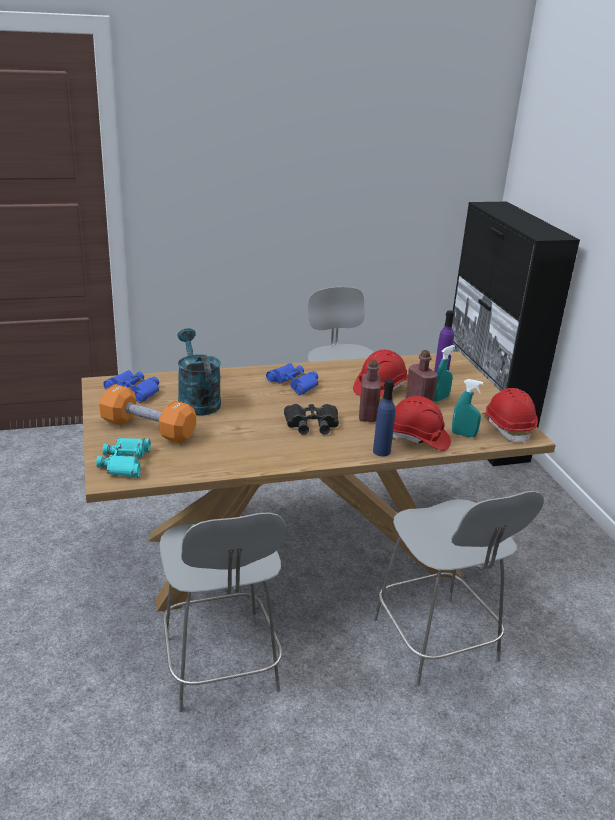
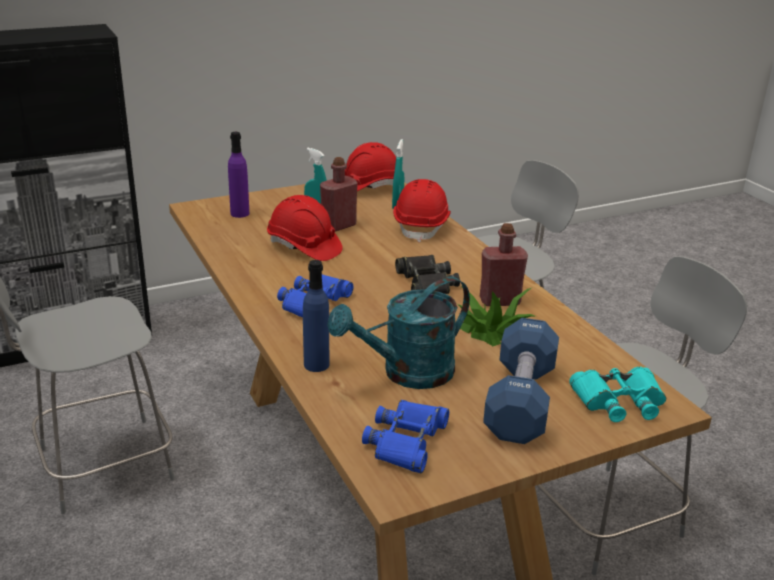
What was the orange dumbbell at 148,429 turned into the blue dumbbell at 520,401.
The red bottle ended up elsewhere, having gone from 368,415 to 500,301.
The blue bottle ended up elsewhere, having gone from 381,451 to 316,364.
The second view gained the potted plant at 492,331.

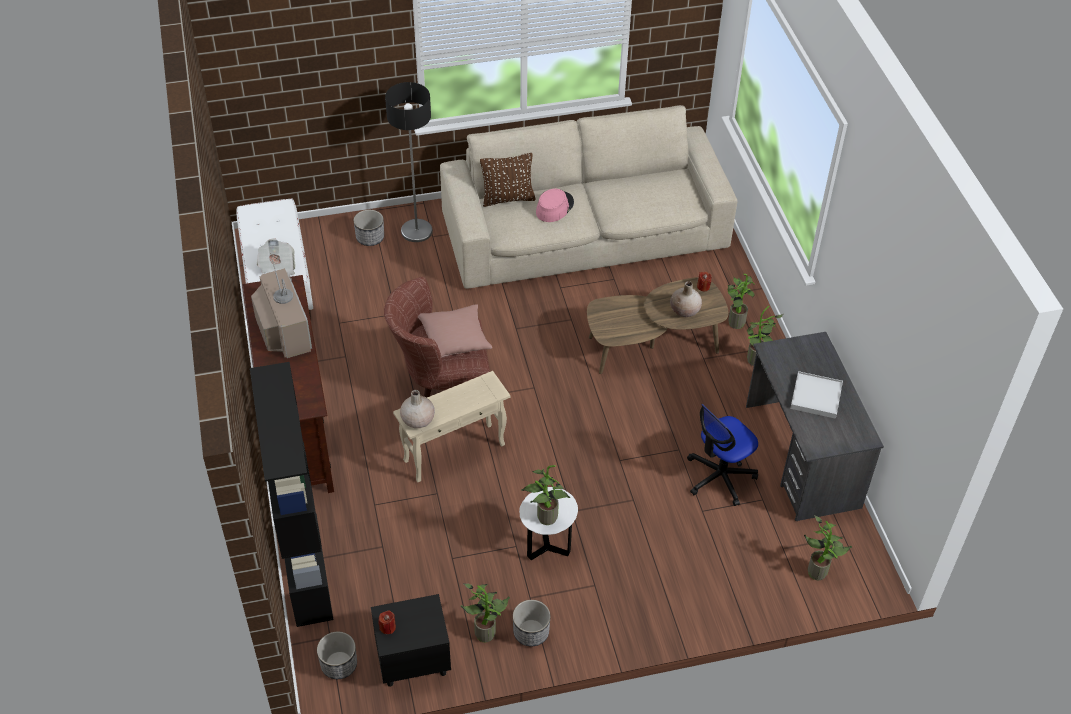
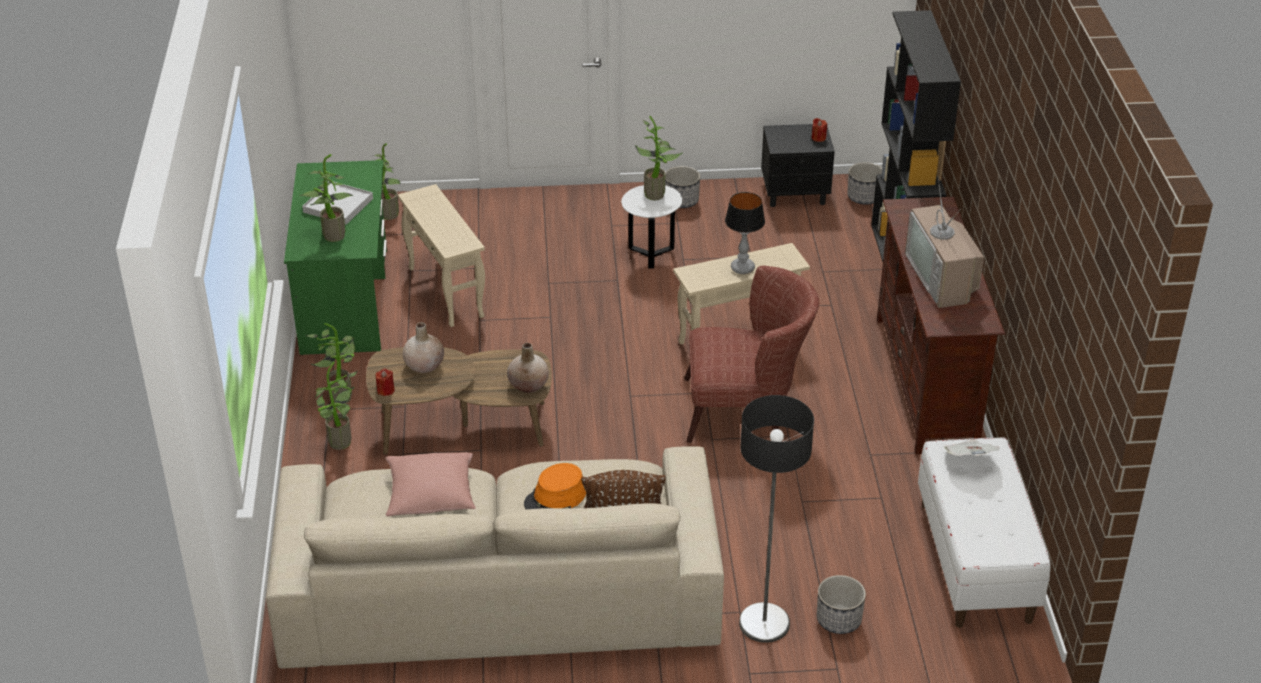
The beige vase ended up elsewhere, having gone from 417,420 to 528,385.
The pink pillow ended up elsewhere, having gone from 454,339 to 431,495.
The potted plant ended up elsewhere, having gone from 487,631 to 331,237.
What was the pink hat at 554,207 turned into the orange hat at 555,498.
Where the office chair stood at 719,477, the beige side table came to stand at 446,292.
What was the grey desk at 801,456 turned into the green desk at 345,301.
The second view gained the table lamp at 742,268.

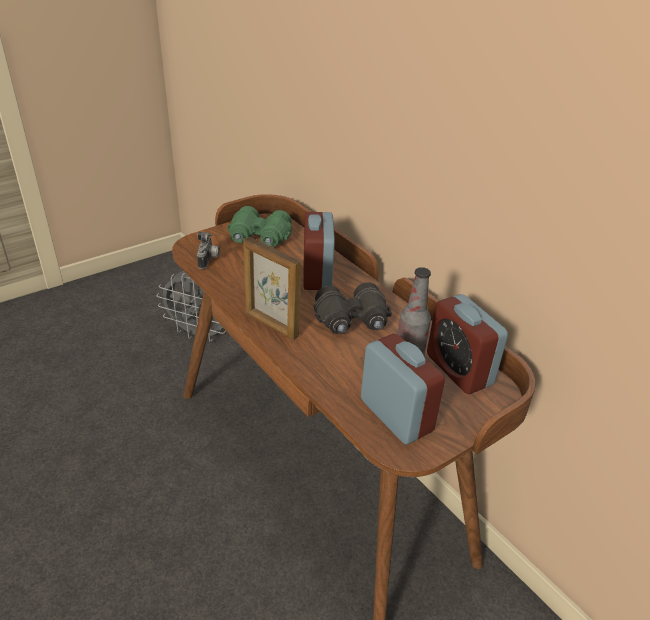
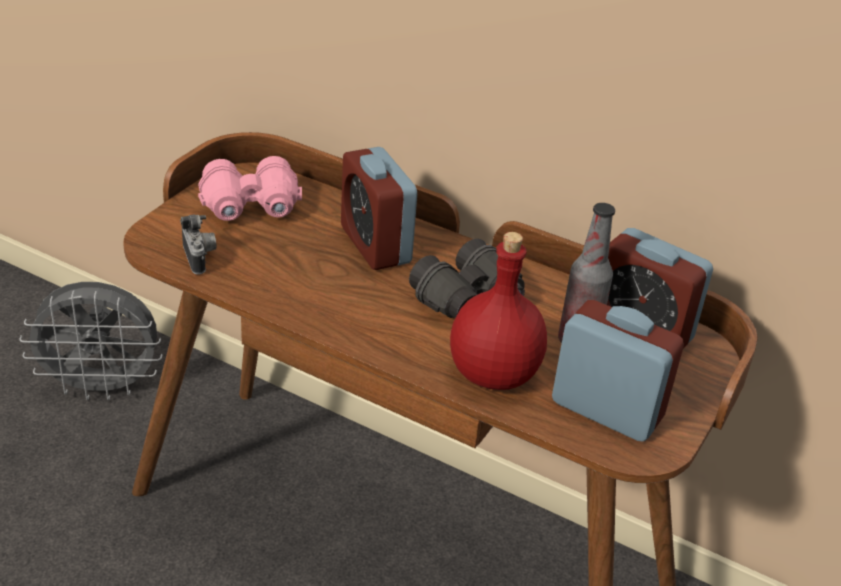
What was the green binoculars at 259,239 turned into the pink binoculars at 251,207.
The second view lost the picture frame at 271,325.
The second view gained the red bottle at 494,373.

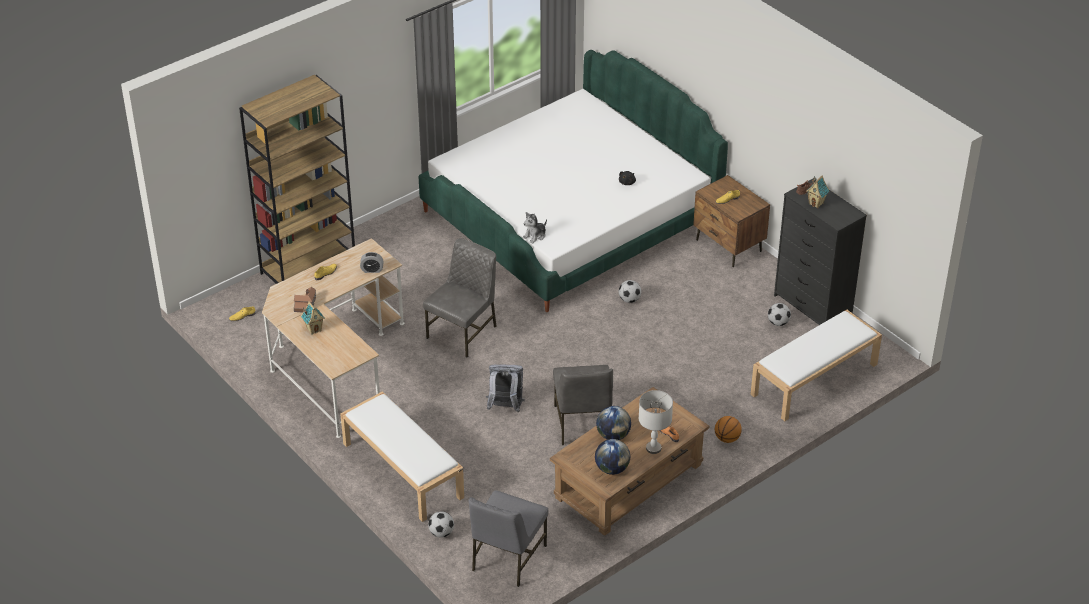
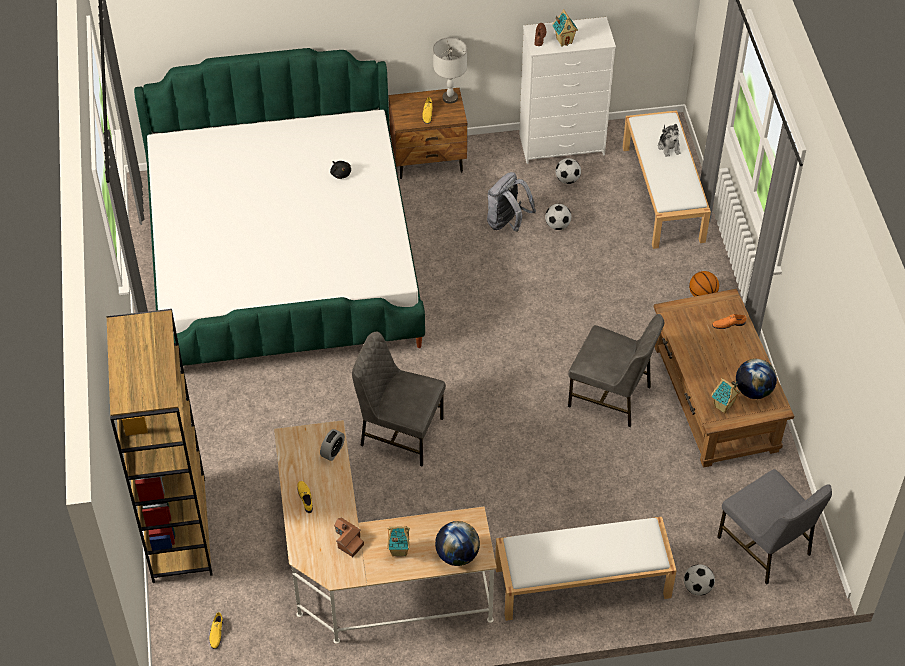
The grey chair at 463,332 ended up facing another way, 45 degrees counterclockwise from before.
The grey backpack ended up elsewhere, having gone from 505,407 to 507,223.
The plush toy ended up elsewhere, having gone from 535,236 to 669,147.
The globe ended up elsewhere, having gone from 613,435 to 457,555.
The football ended up elsewhere, having gone from 629,300 to 557,225.
The grey table lamp ended up elsewhere, having gone from 653,448 to 450,98.
What was the black dresser at 813,306 turned into the white dresser at 562,144.
The second view gained the toy house at 723,406.

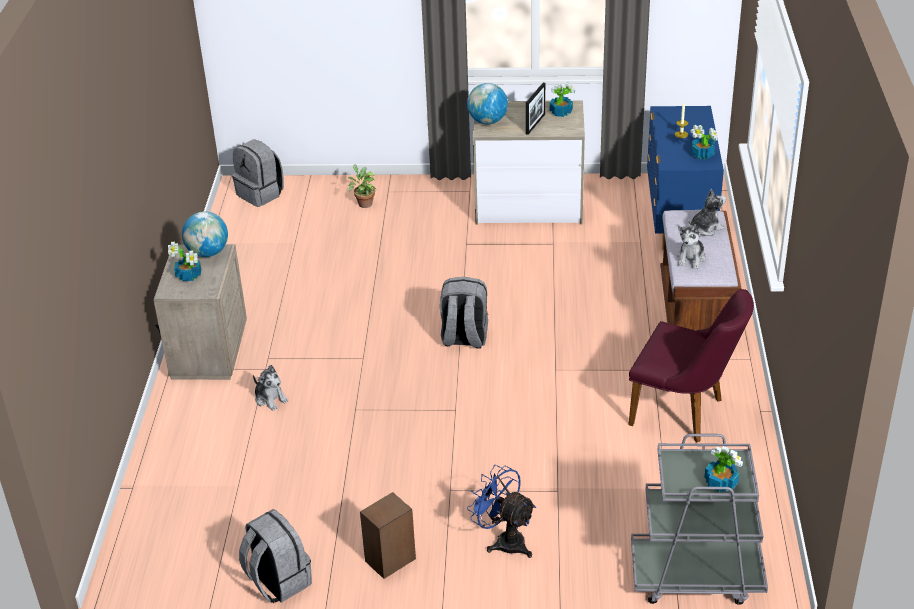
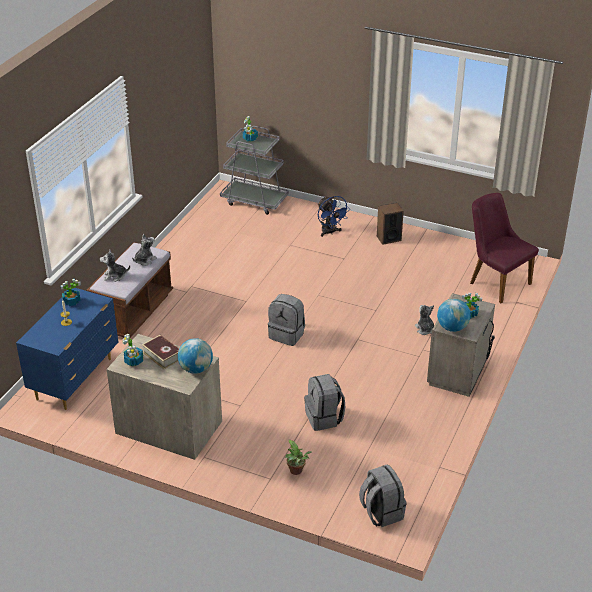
The grey backpack ended up elsewhere, having gone from 277,581 to 324,418.
Where the picture frame stood at 535,124, the book came to stand at 162,355.
The purple chair ended up elsewhere, having gone from 685,413 to 495,281.

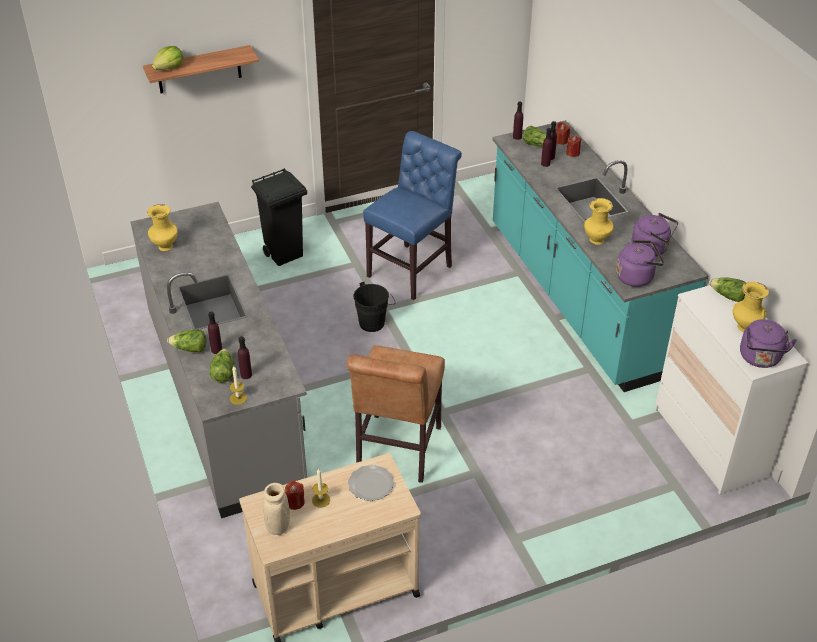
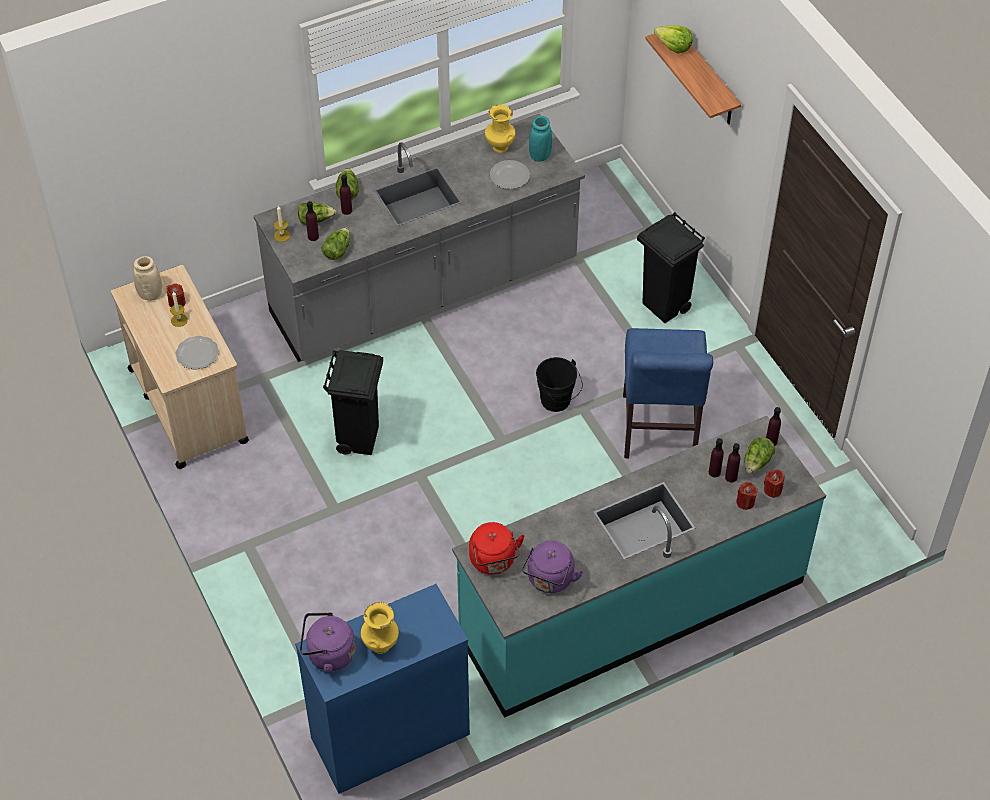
Where the brown chair stood at 397,452, the black trash can came to stand at 359,439.
The blue chair at 413,269 ended up facing another way, 60 degrees clockwise from before.
The second view lost the yellow vase at 597,241.
What was the purple kettle at 636,277 turned into the red kettle at 493,561.
What was the white dresser at 710,443 turned into the blue dresser at 390,736.
The lettuce ended up elsewhere, having gone from 727,296 to 337,250.
The second view gained the plate at 509,176.
The second view gained the turquoise vase at 540,156.

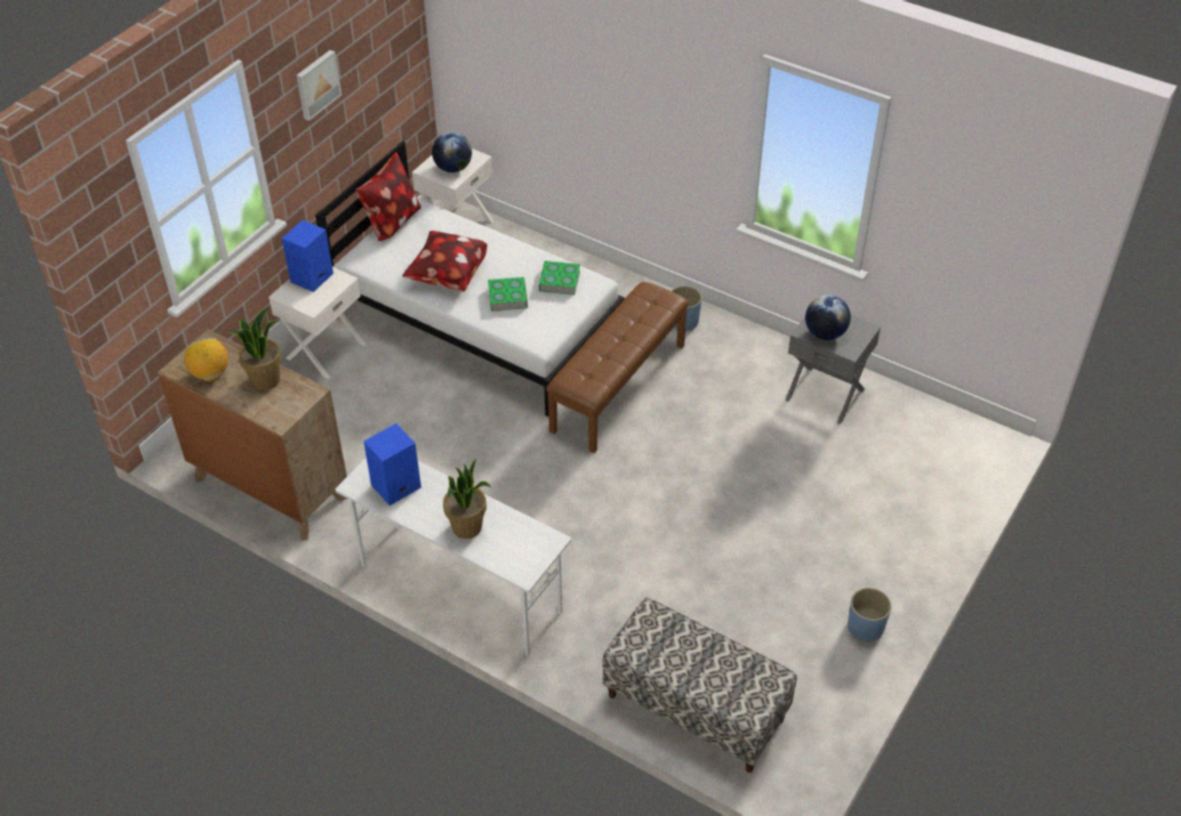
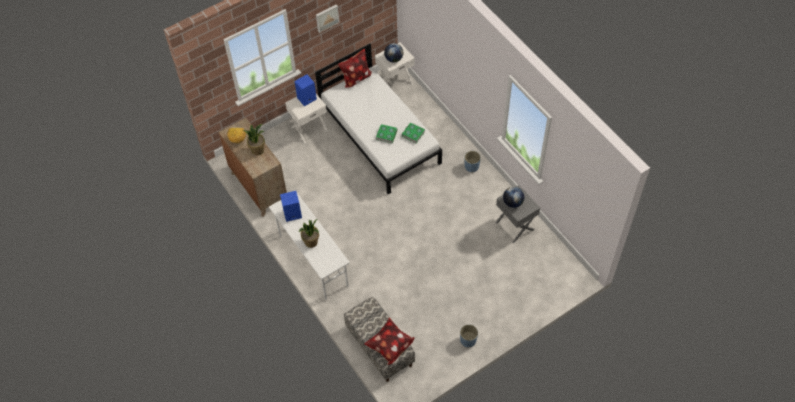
The pillow ended up elsewhere, having gone from 447,276 to 389,346.
The second view lost the brown bench at 618,387.

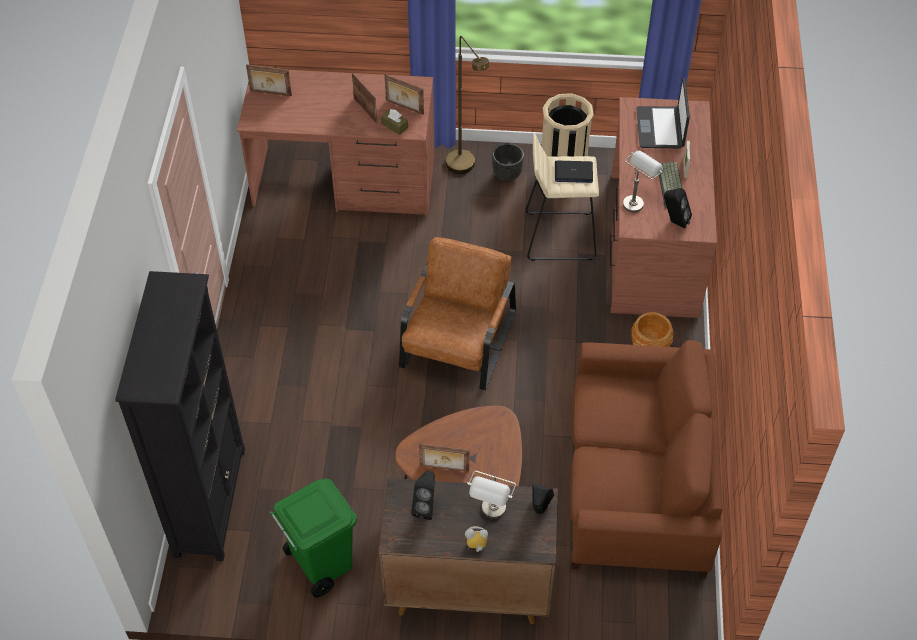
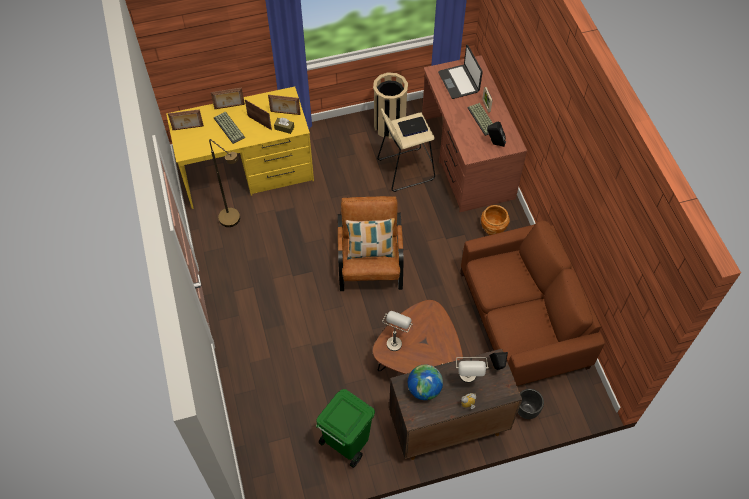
The second view lost the black bookcase at 210,501.
What was the brown desk at 345,181 turned into the yellow desk at 248,172.
Where the black speaker stood at 426,507, the globe came to stand at 424,389.
The picture frame ended up elsewhere, having gone from 444,468 to 229,107.
The brown floor lamp ended up elsewhere, having gone from 465,168 to 234,221.
The black planter ended up elsewhere, having gone from 507,175 to 527,410.
The grey table lamp ended up elsewhere, having gone from 637,200 to 395,339.
The second view gained the keyboard at 230,128.
The second view gained the pillow at 370,251.

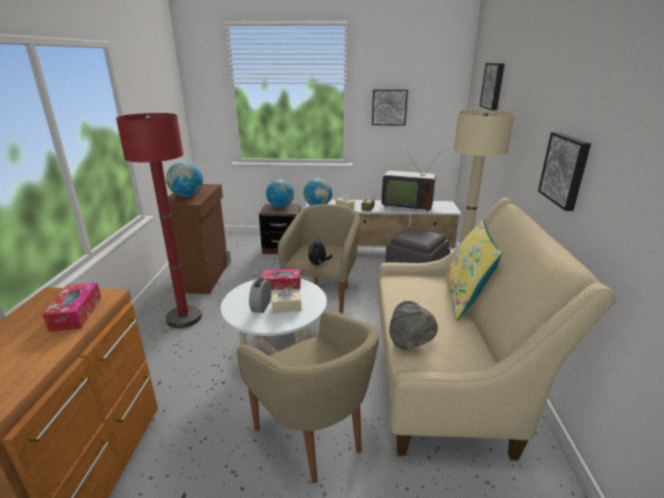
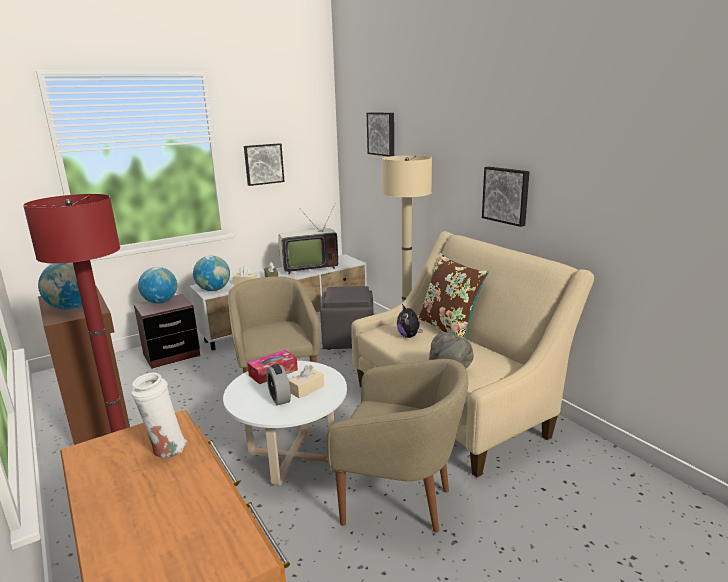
Where the tissue box stood at 76,313, the white vase came to stand at 166,450.
The plush toy ended up elsewhere, having gone from 318,264 to 409,336.
What was the yellow pillow at 465,299 turned into the brown pillow at 449,328.

